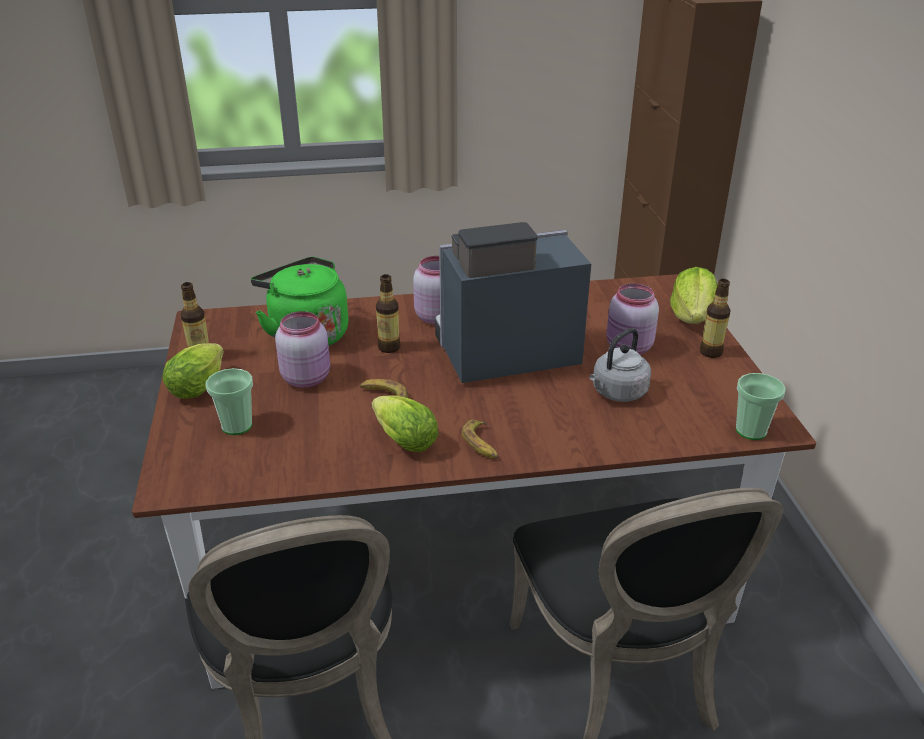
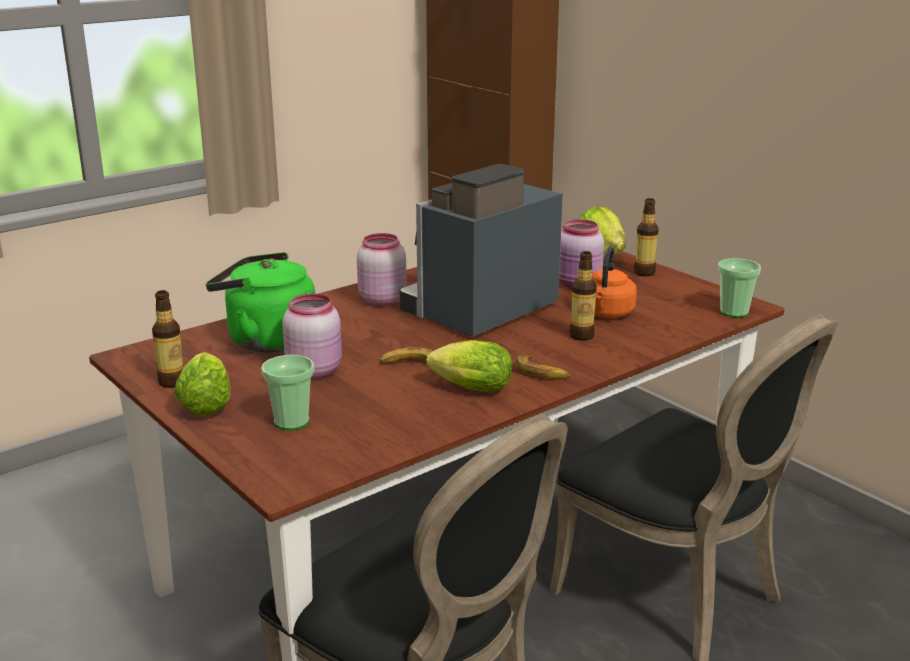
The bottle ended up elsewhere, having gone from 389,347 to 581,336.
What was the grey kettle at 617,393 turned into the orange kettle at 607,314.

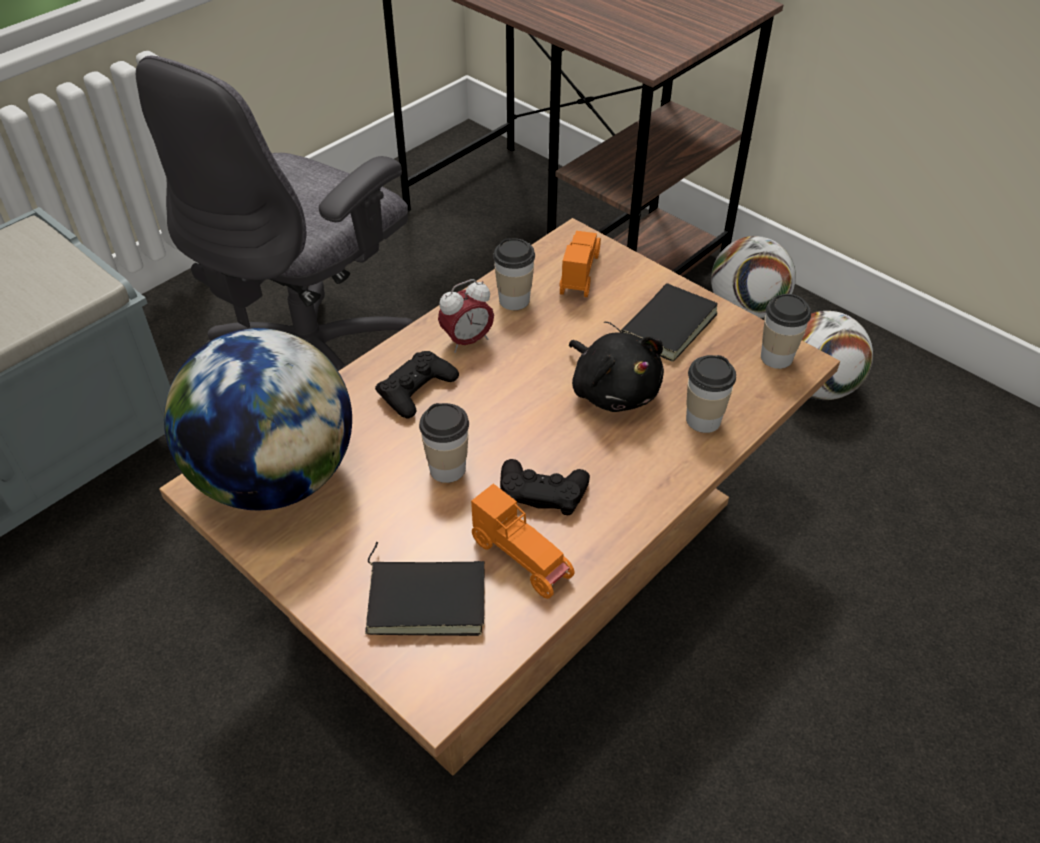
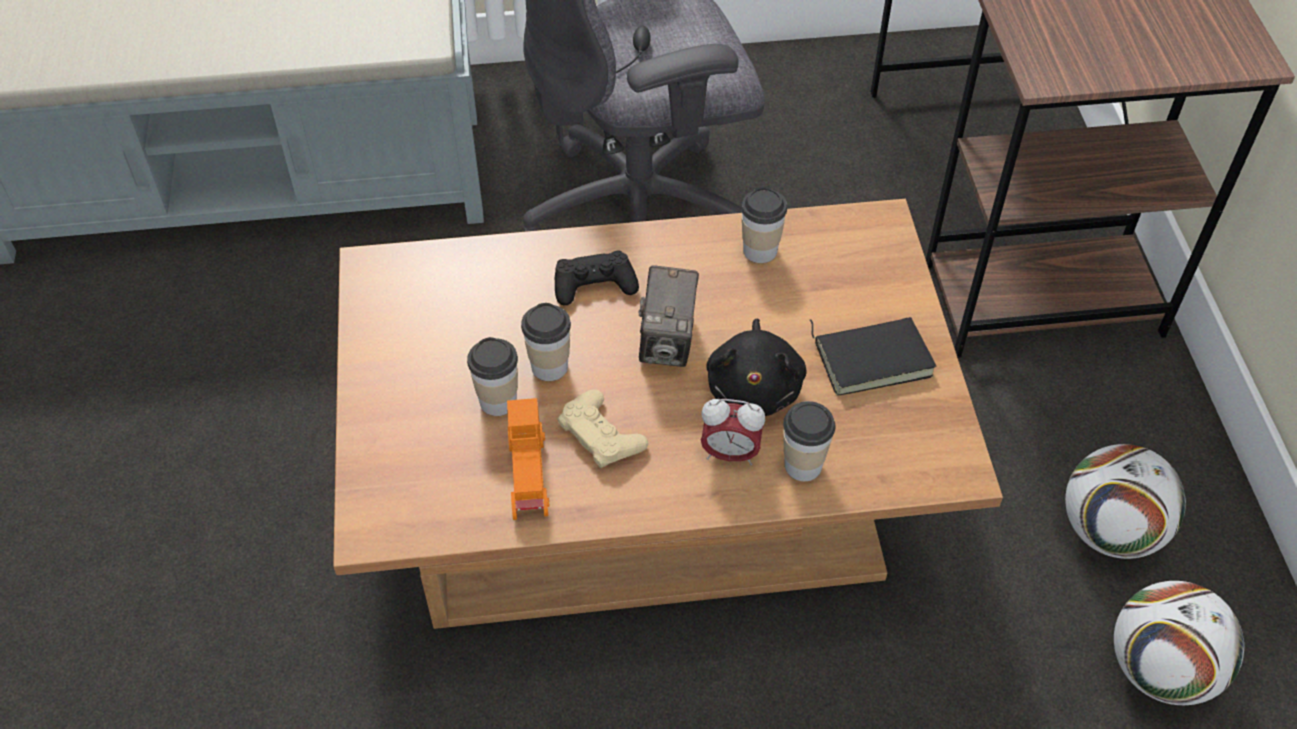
The second view lost the globe at 276,477.
The second view lost the black book at 427,597.
The alarm clock ended up elsewhere, having gone from 467,341 to 730,454.
What was the black game controller at 542,491 turned into the beige game controller at 601,435.
The second view lost the orange toy car at 579,274.
The football ended up elsewhere, having gone from 745,309 to 1160,669.
The cup ended up elsewhere, having gone from 776,357 to 498,401.
The second view gained the photo camera at 668,342.

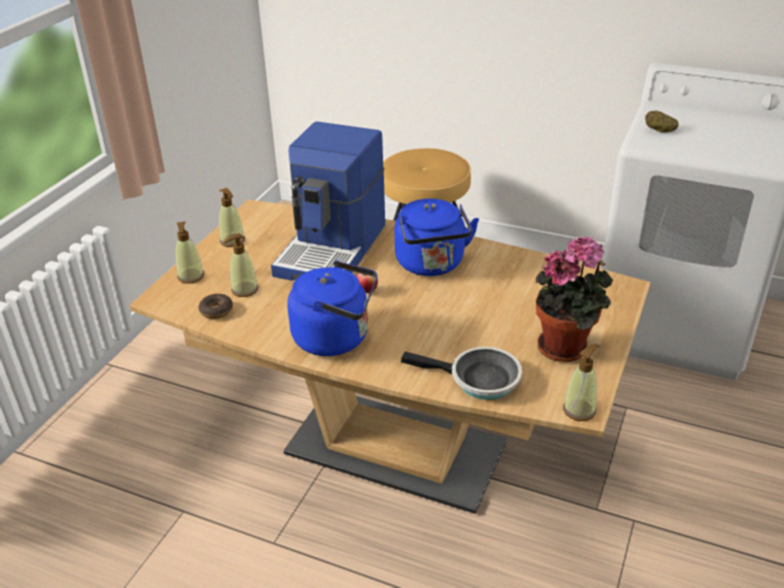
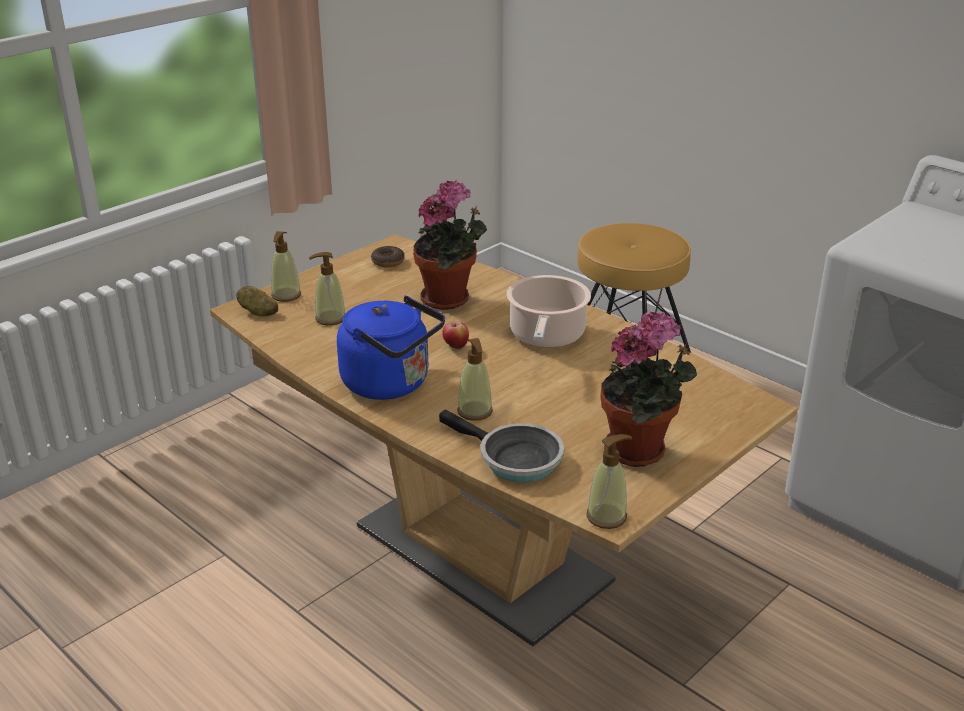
The donut ended up elsewhere, having gone from 216,310 to 388,261.
The soap dispenser ended up elsewhere, having gone from 232,241 to 475,412.
Where the coffee machine stood at 333,249, the potted plant came to stand at 449,299.
Where the blue kettle stood at 432,265, the cooking pot came to stand at 546,336.
The potato ended up elsewhere, having gone from 660,130 to 258,312.

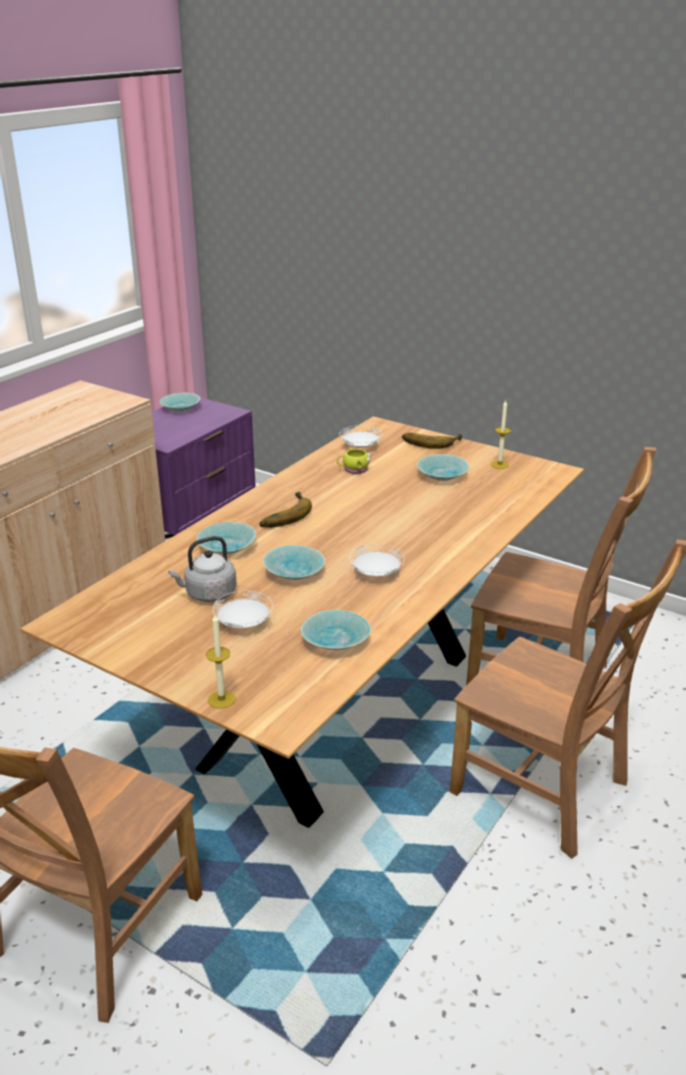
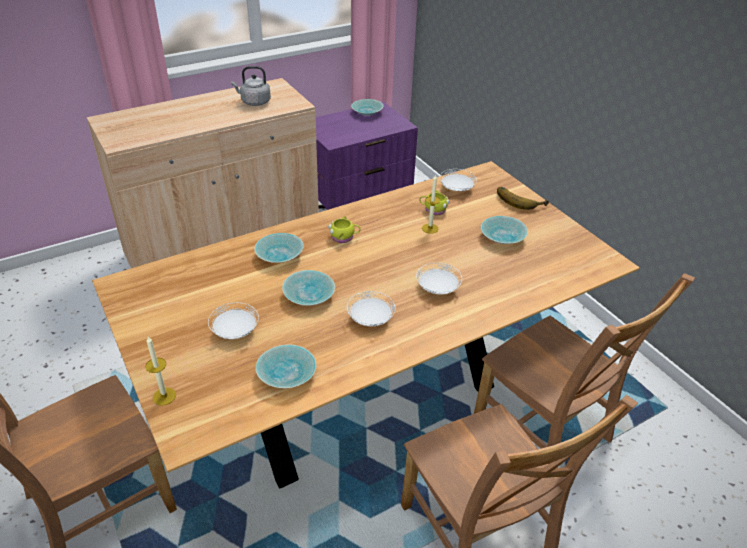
The grey kettle ended up elsewhere, having gone from 208,594 to 254,102.
Where the banana stood at 282,514, the yellow mug came to stand at 344,237.
The candle ended up elsewhere, having gone from 499,464 to 430,228.
The second view gained the white plate at 438,288.

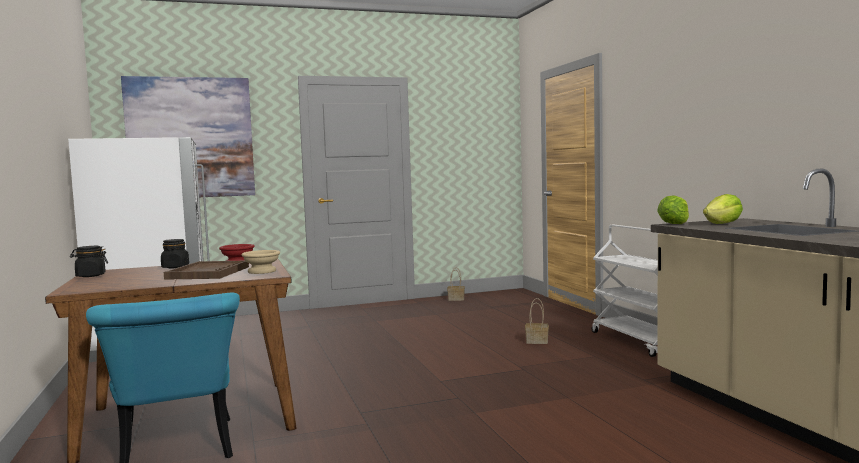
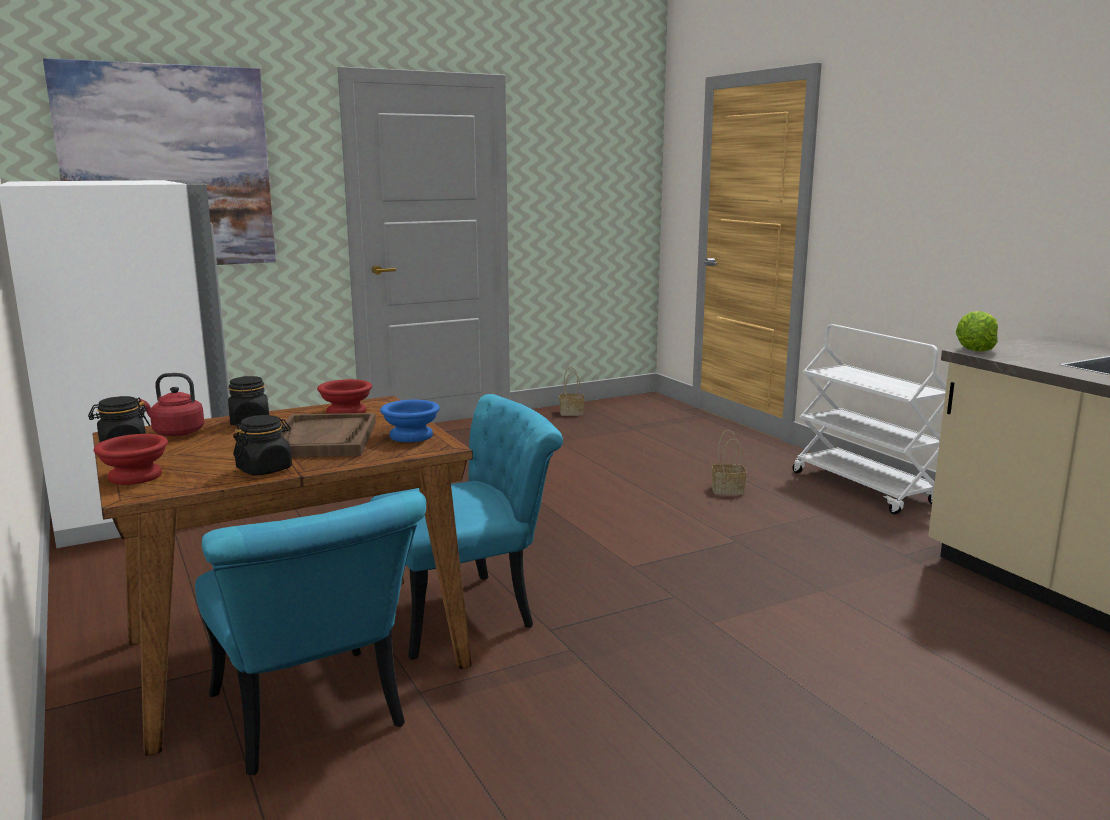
What was the beige bowl at 263,271 turned into the blue bowl at 413,436.
The second view lost the lettuce at 723,224.
The second view gained the red bowl at 137,476.
The second view gained the red kettle at 176,433.
The second view gained the black jar at 264,469.
The second view gained the turquoise chair at 468,610.

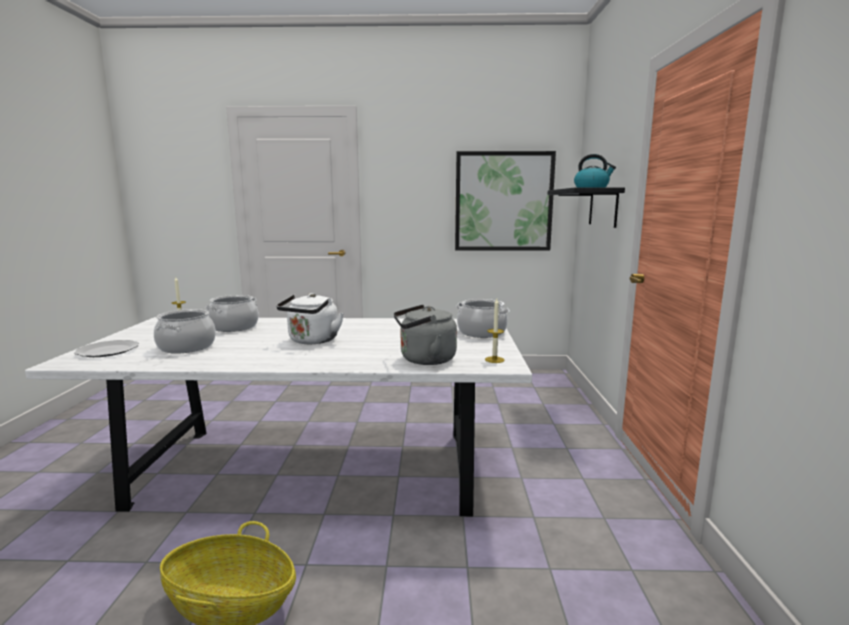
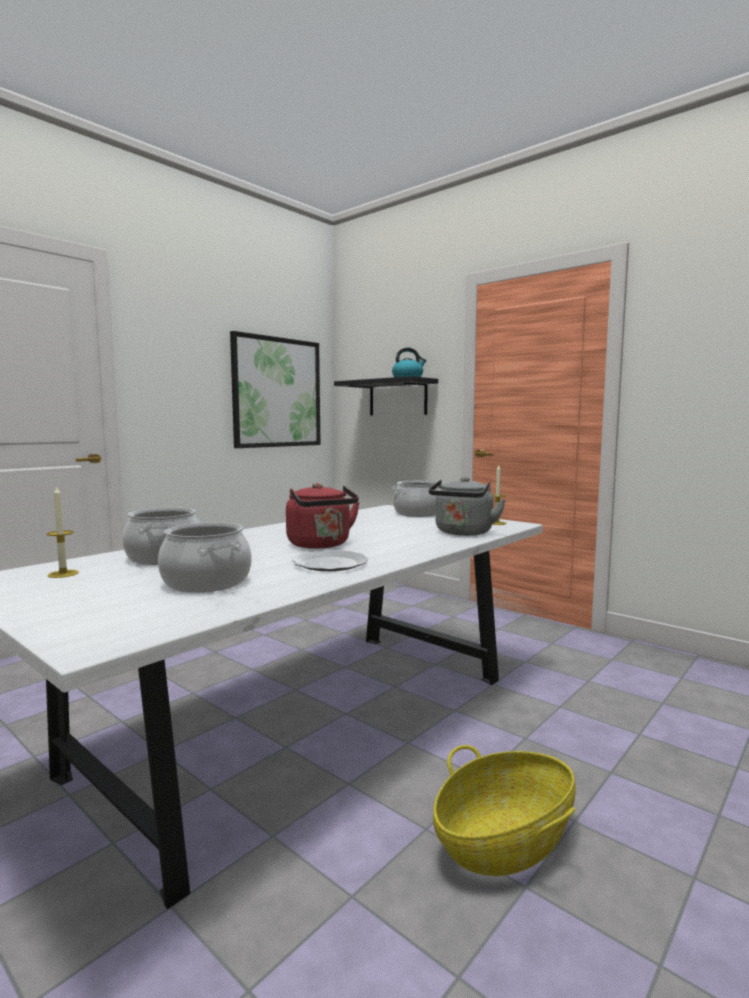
The plate ended up elsewhere, having gone from 107,351 to 331,564.
What was the white kettle at 312,341 turned into the red kettle at 321,545.

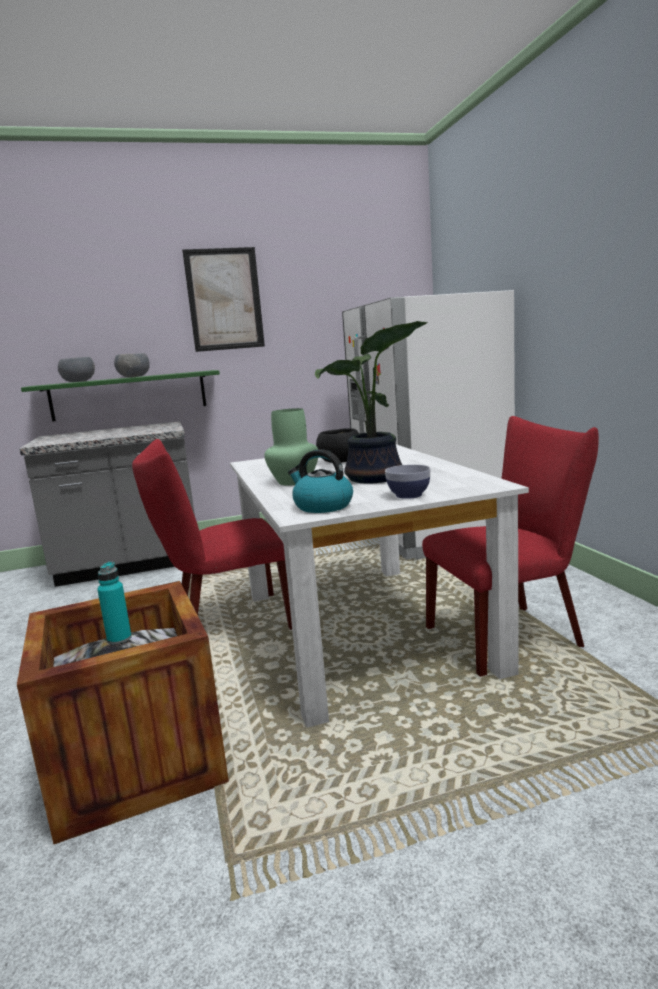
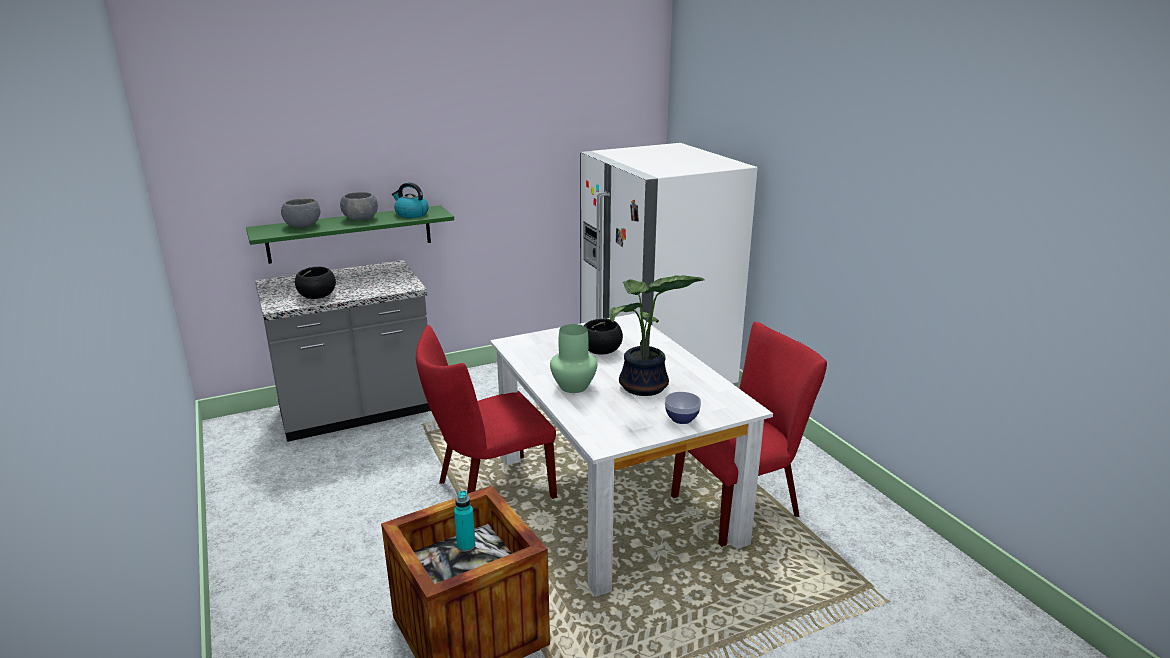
The second view lost the picture at 224,299.
The kettle ended up elsewhere, having gone from 322,506 to 411,214.
The second view gained the black bowl at 317,296.

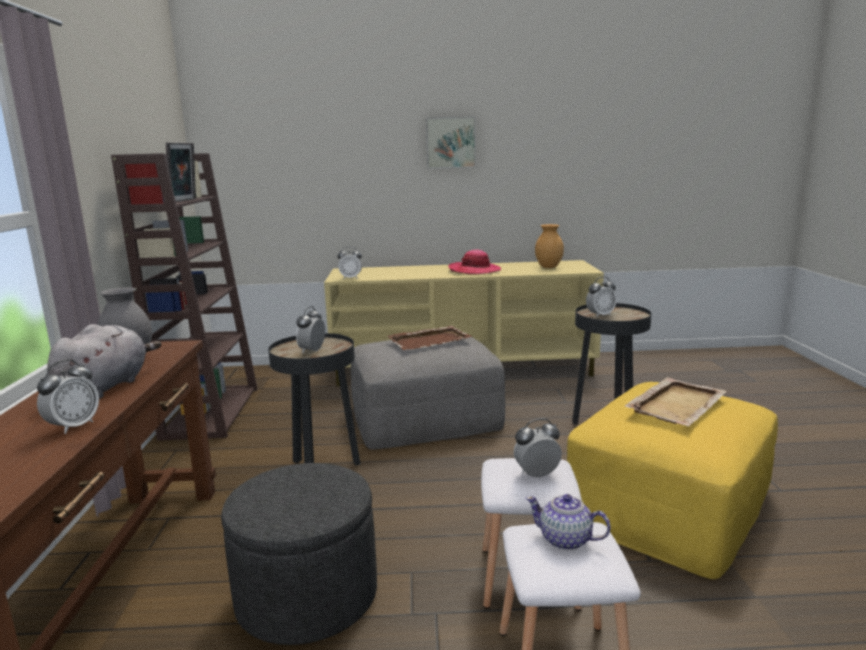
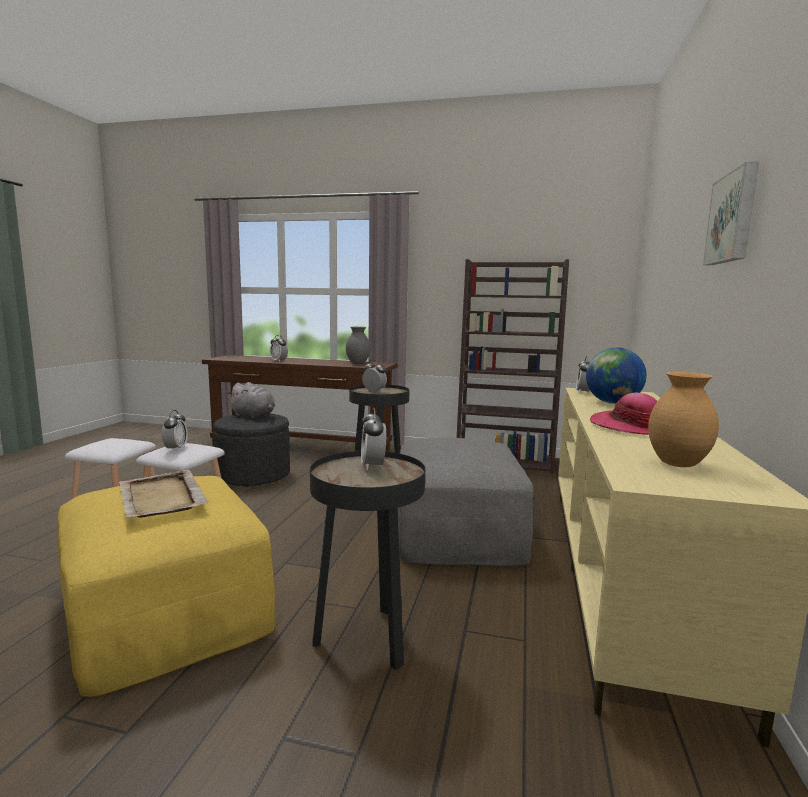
The grey plush toy ended up elsewhere, having gone from 106,386 to 254,416.
The second view lost the picture frame at 185,200.
The second view lost the brown tray at 430,340.
The second view lost the teapot at 566,540.
The second view gained the globe at 612,403.

